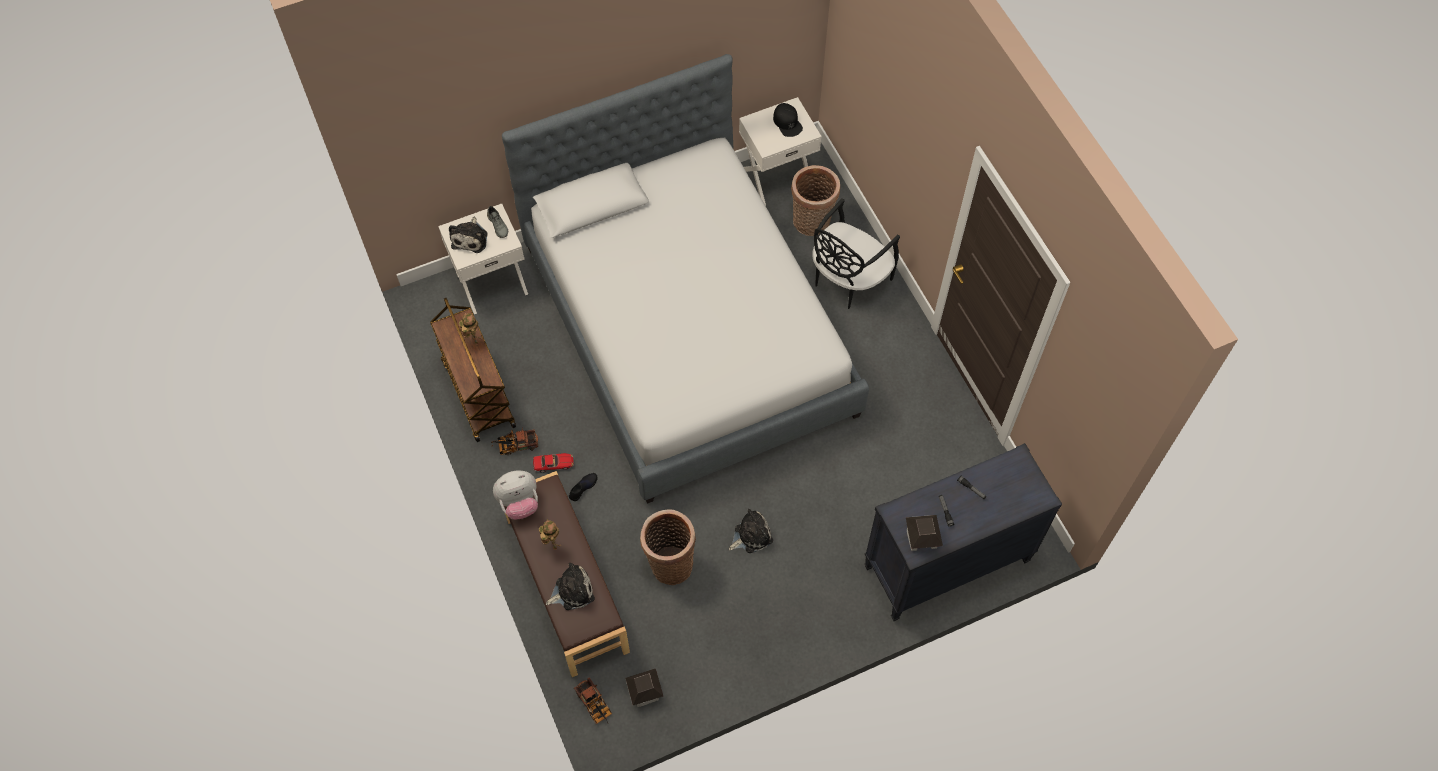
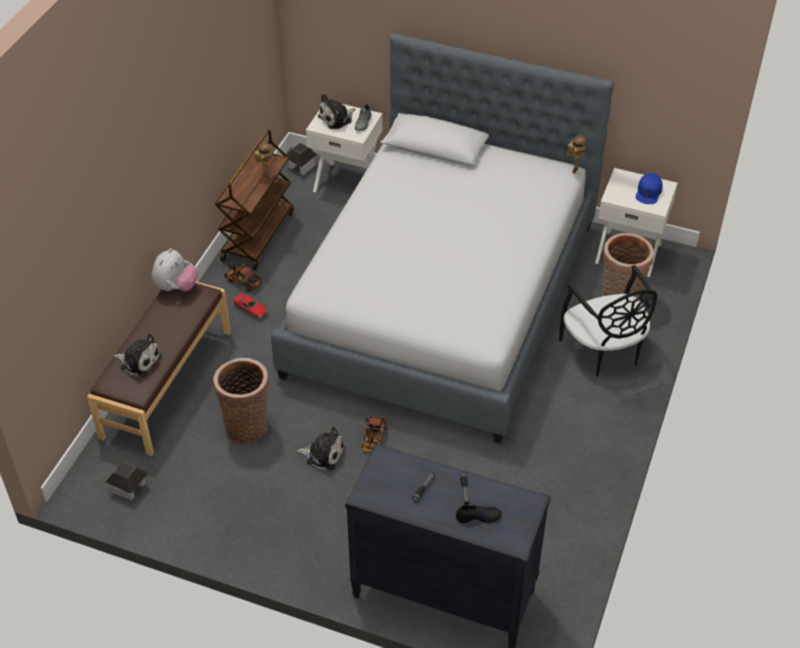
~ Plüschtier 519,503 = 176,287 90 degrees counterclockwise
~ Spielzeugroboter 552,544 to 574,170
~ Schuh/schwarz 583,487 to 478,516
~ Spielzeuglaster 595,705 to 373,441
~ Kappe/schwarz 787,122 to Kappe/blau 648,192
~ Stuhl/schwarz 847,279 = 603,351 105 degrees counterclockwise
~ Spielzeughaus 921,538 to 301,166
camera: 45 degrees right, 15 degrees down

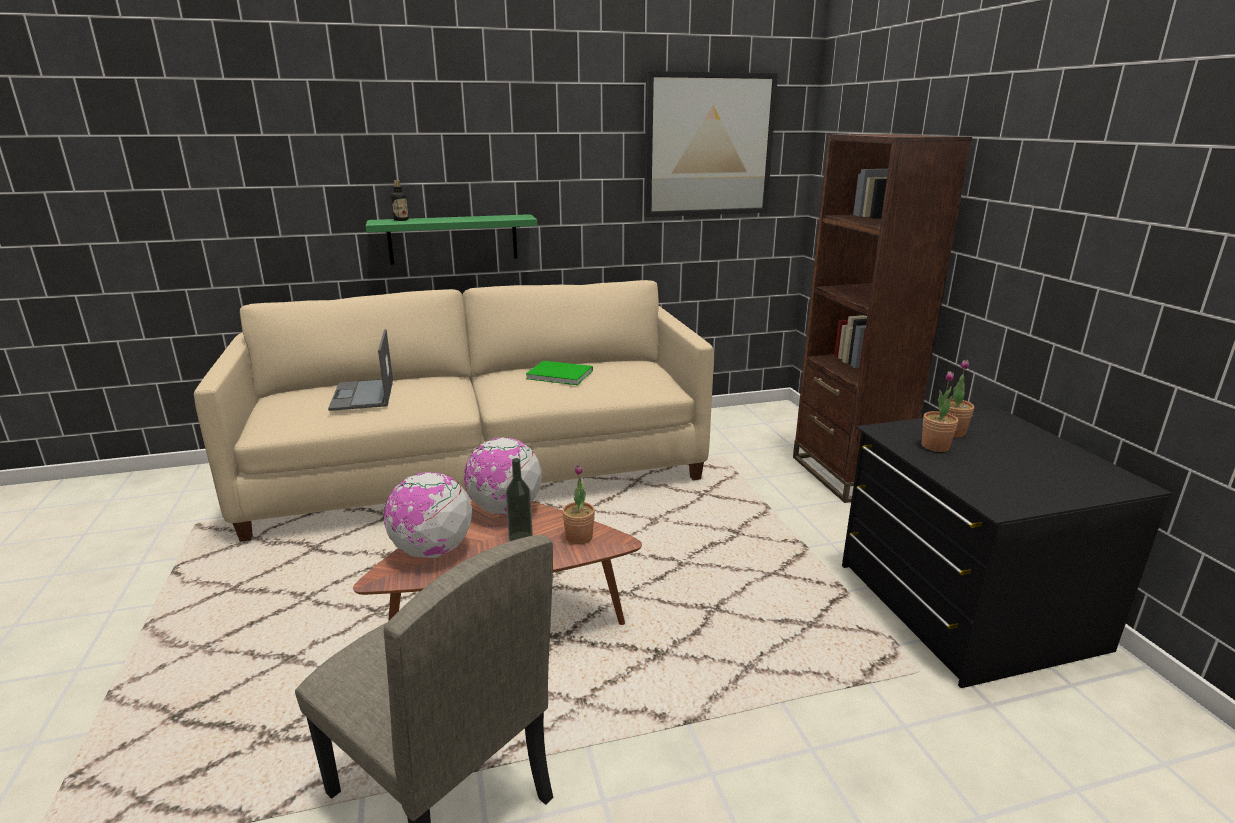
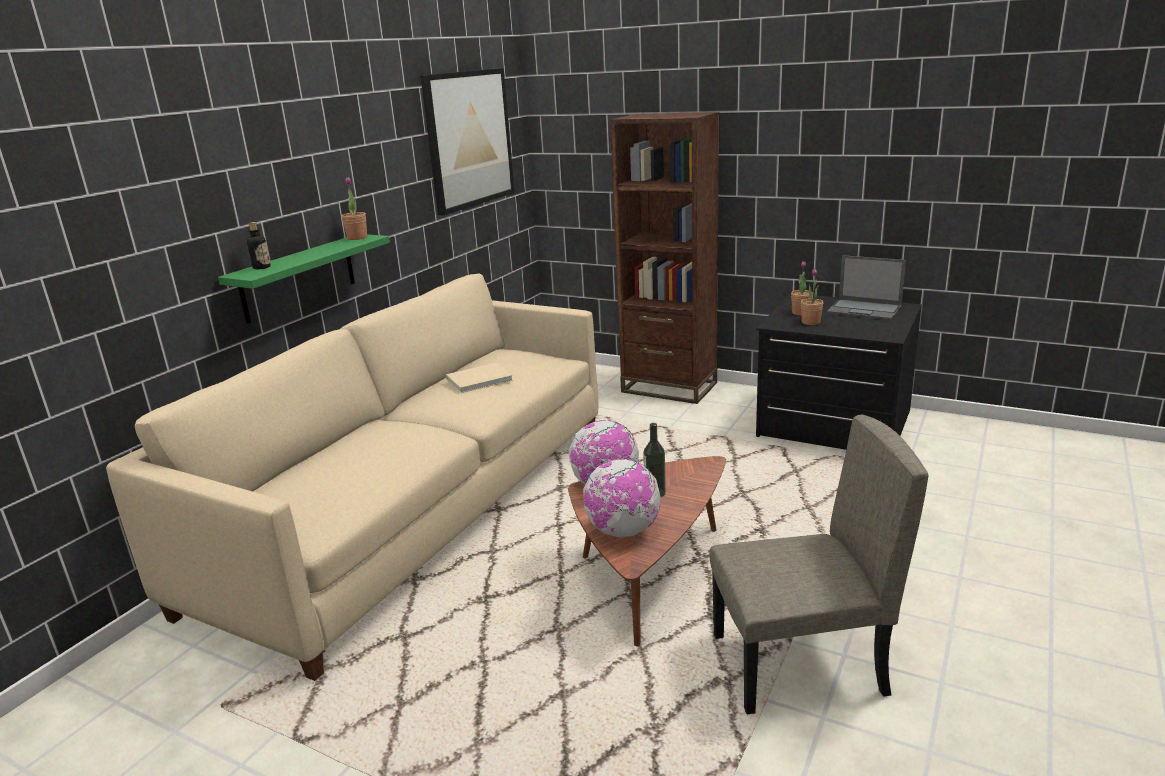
~ Laptop 363,395 to 865,310
~ Buch/grün 558,374 to Buch/beige 477,379
~ Topfpflanze 579,537 to 357,238
camera: 45 degrees left, 0 degrees up

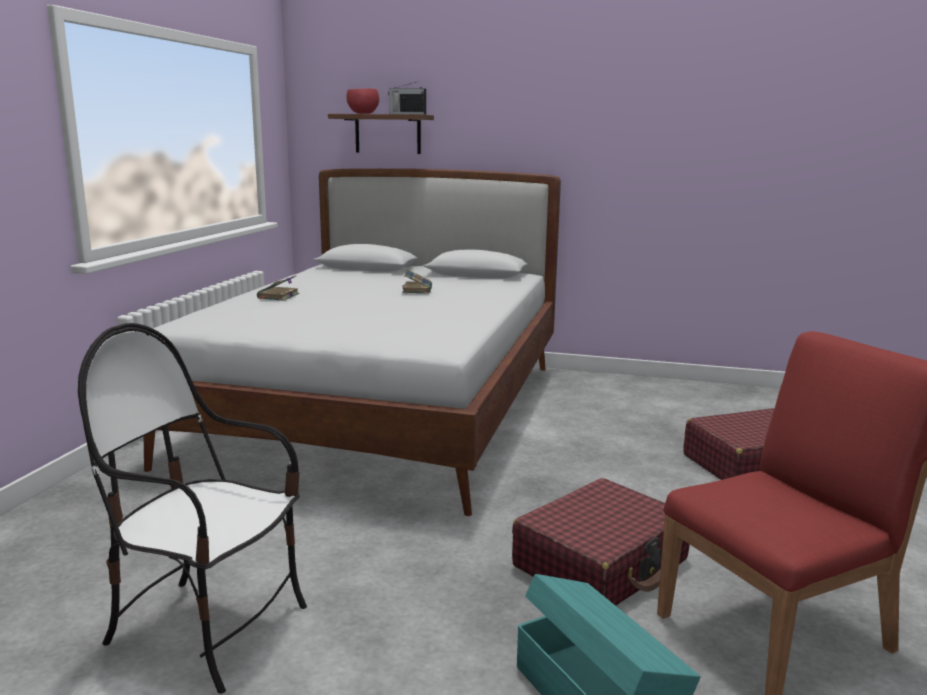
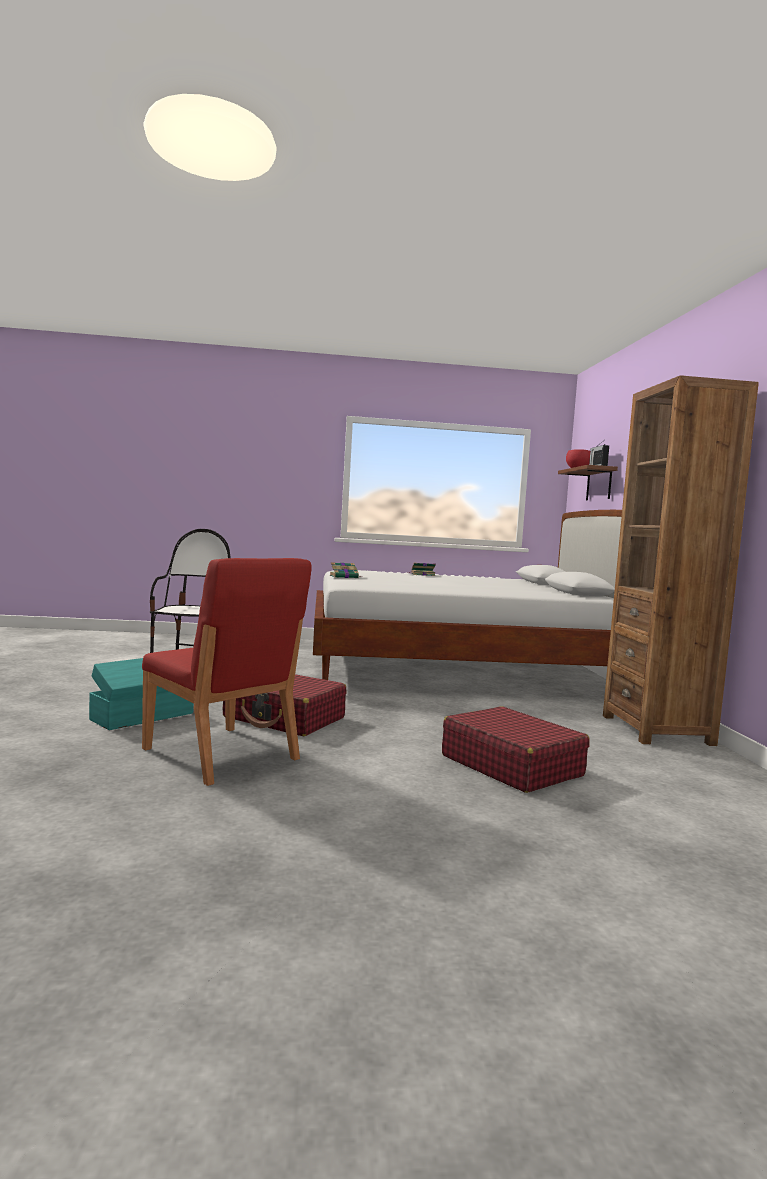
~ Buch 417,290 to 344,577
+ Bücherregal/braun 657,730
camera: 70 degrees right, 10 degrees down

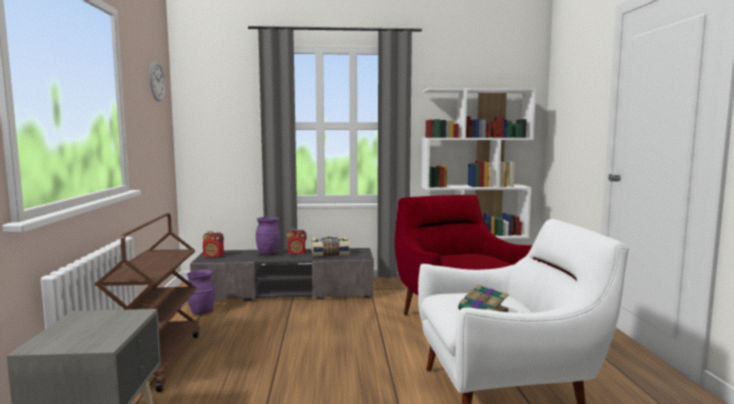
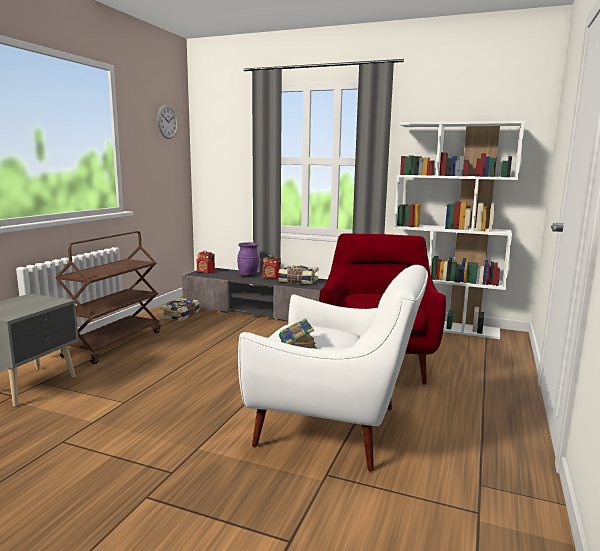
~ Vase/lila 201,312 to Buch 181,316
camera: 25 degrees right, 5 degrees up

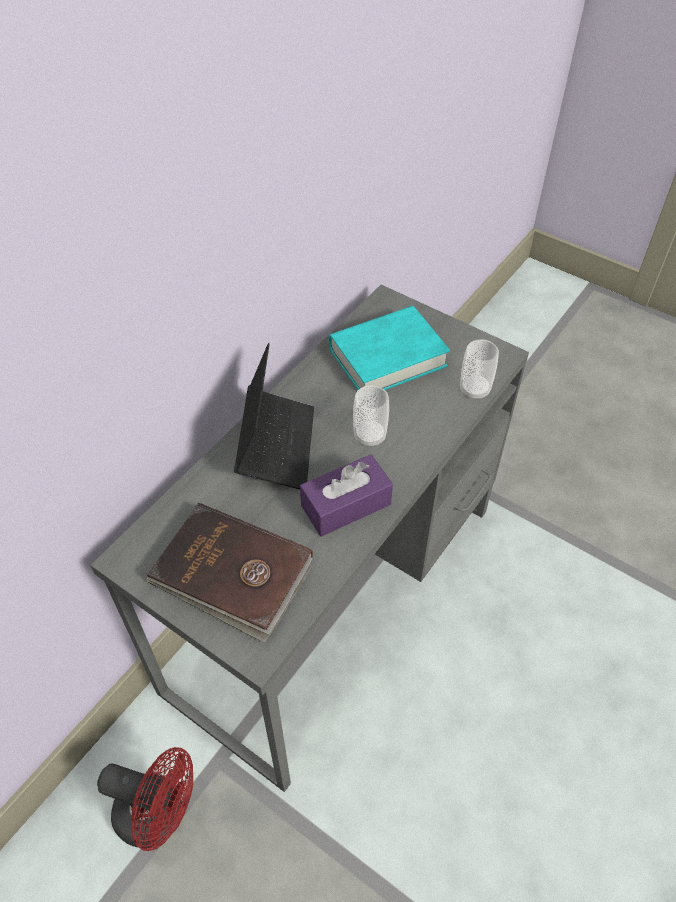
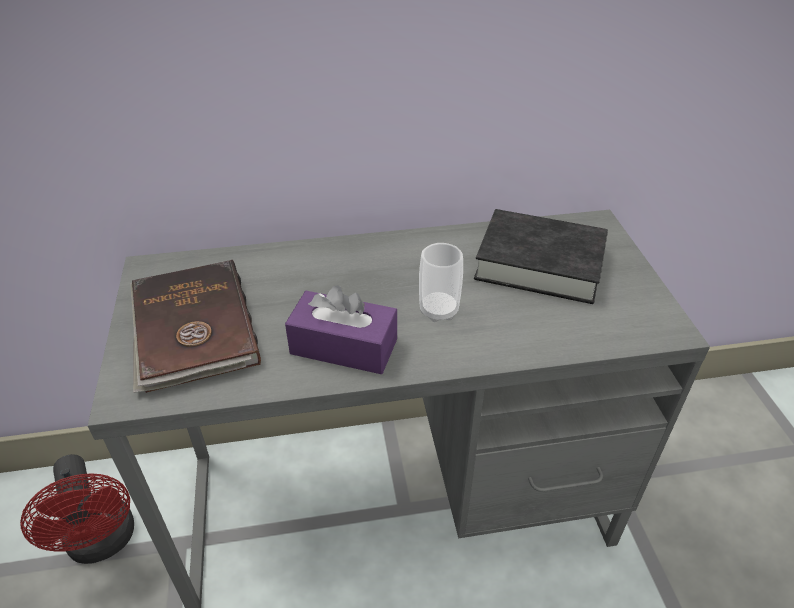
- Laptop 276,445
~ Buch/türkis 387,357 to Buch/schwarz 540,263
- Tasse 474,390
camera: 45 degrees right, 10 degrees down

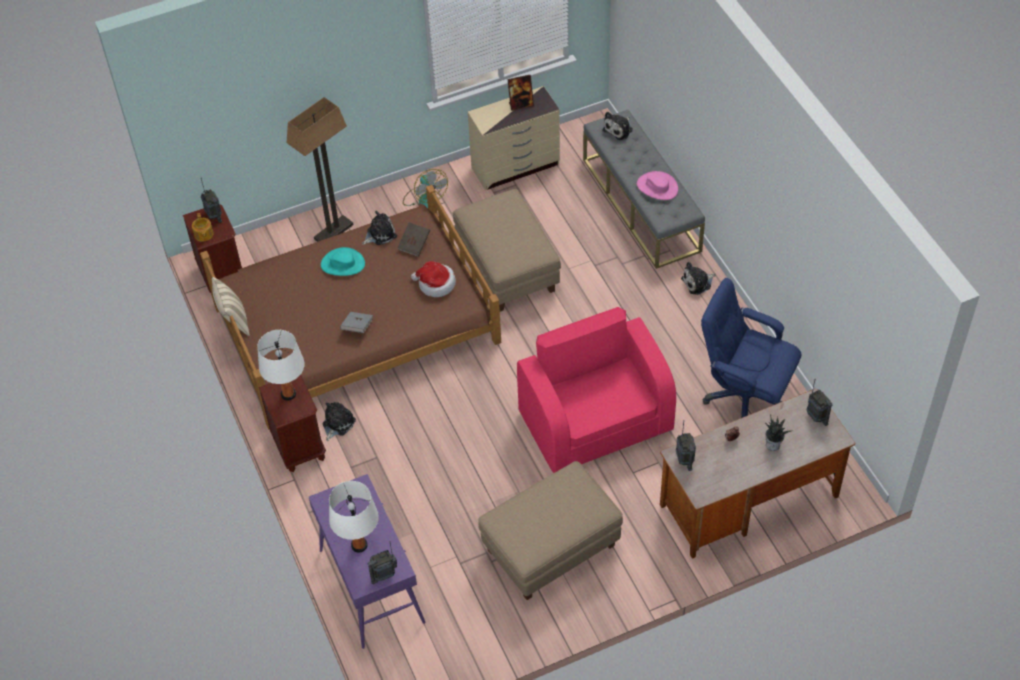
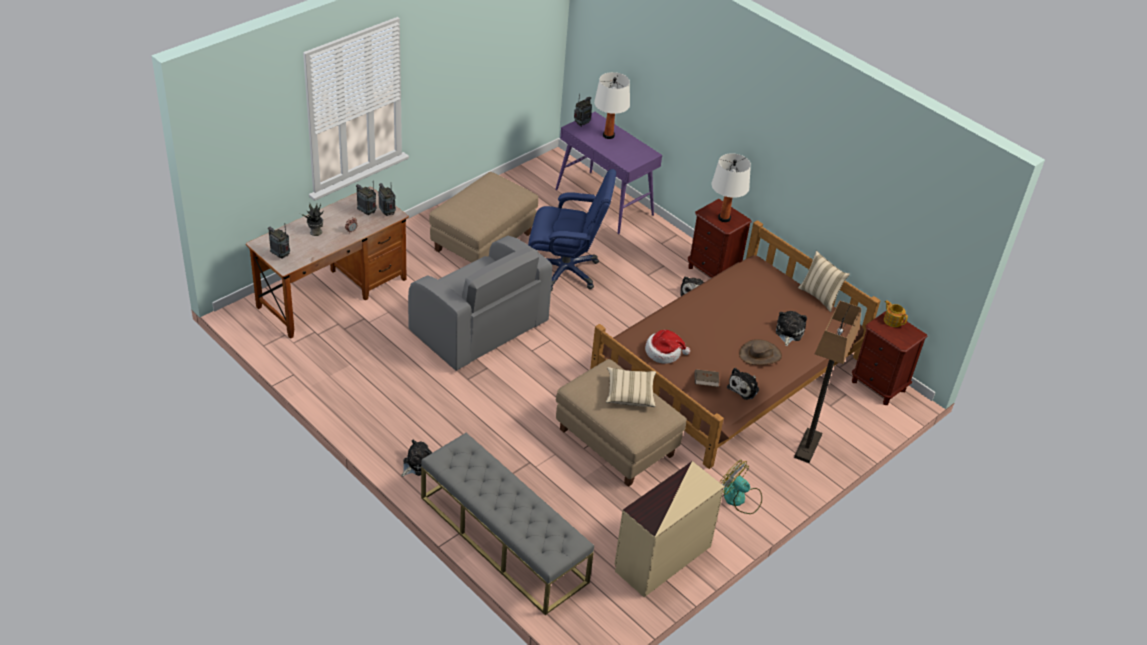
~ Radio 214,216 to 367,212
~ Hut/türkis 343,264 to Hut/braun 760,355
- Buch/grau 357,327
- Bilderrahmen 521,104
~ Sessel/rosa 596,420 to Sessel/grau 478,328
~ Plüschtier 619,129 to 788,332
- Hut/rosa 657,187
~ Bürostuhl/blau 744,396 to 566,271
+ Kissen/beige 630,394
camera: 155 degrees right, 10 degrees down

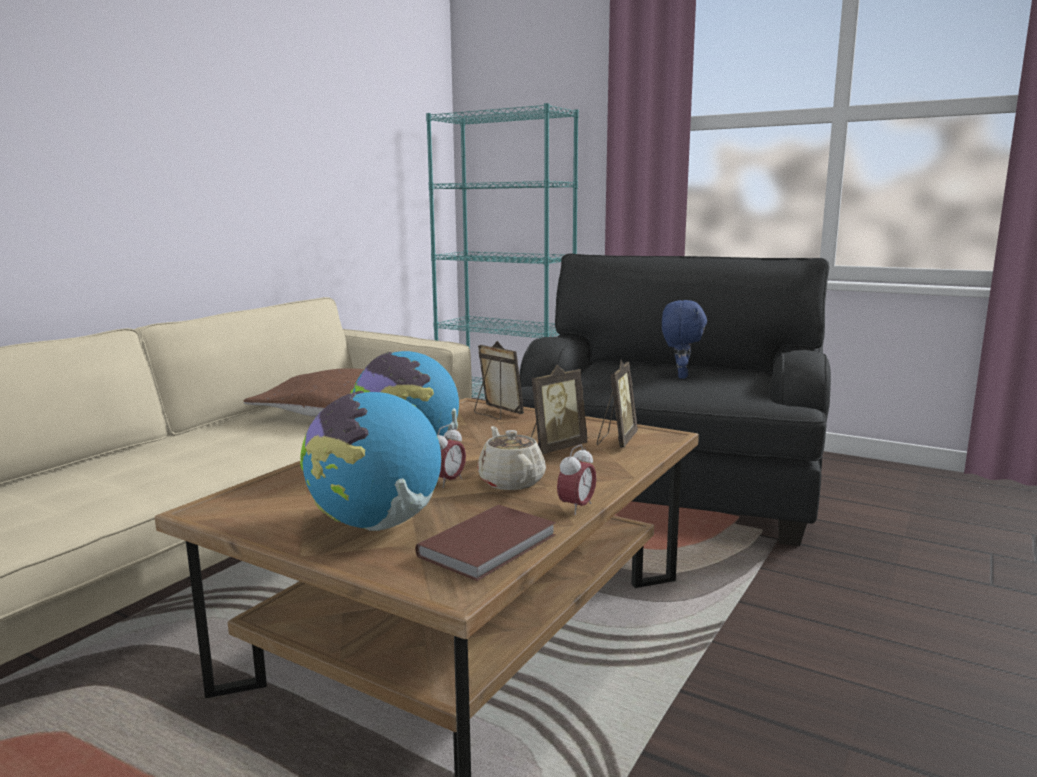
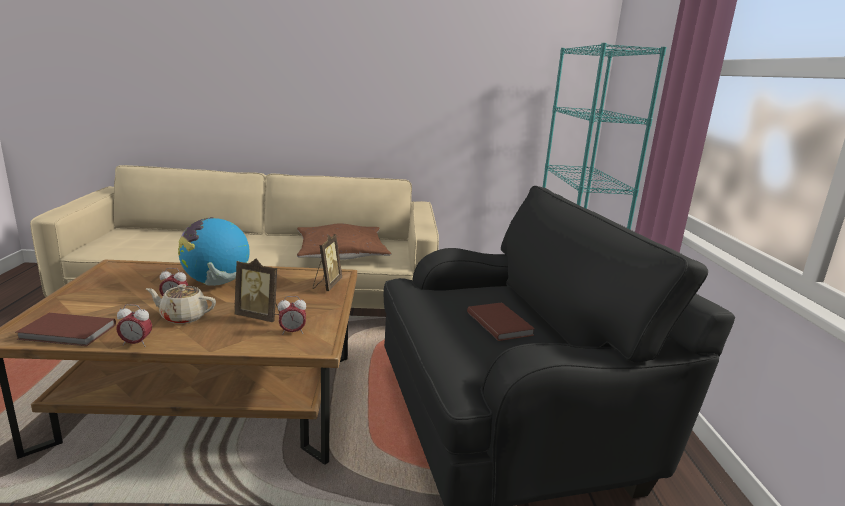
- Globus 376,524
~ Teekanne/beige 511,481 = 183,317 120 degrees counterclockwise
~ Bilderrahmen 616,441 to Wecker 292,332
~ Plüschtier/blau 680,376 to Buch/braun 500,323
camera: 55 degrees right, 5 degrees up

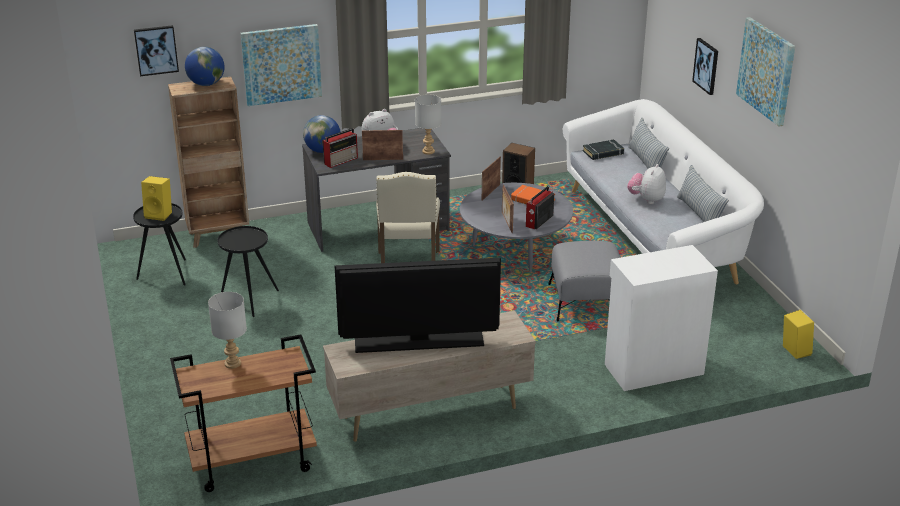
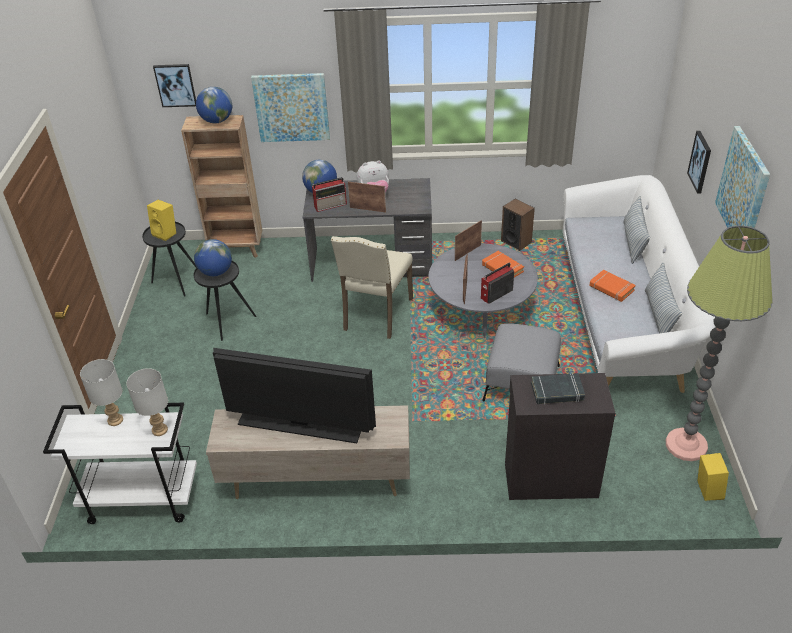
~ Rollwagen/braun 251,462 to Rollwagen/weiß 141,500
~ Tischlampe/grau 428,152 to 159,430
~ Buch/schwarz 603,153 to 557,392
~ Schrank/weiß 652,368 to Schrank/schwarz 549,478
~ Plüschtier 646,200 to Buch/orange 611,288
+ Globus 216,272
+ Stehlampe 686,445
camera: 20 degrees right, 10 degrees up

